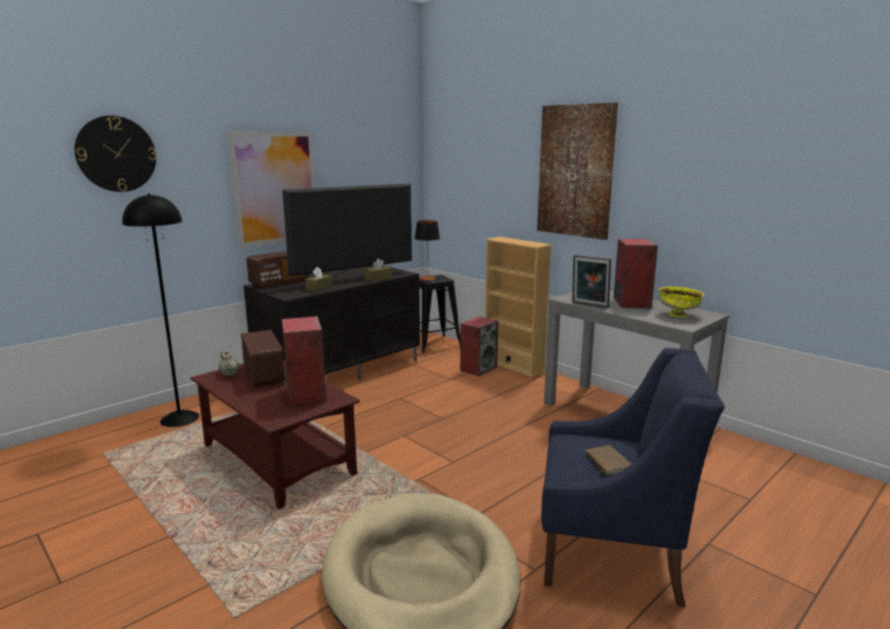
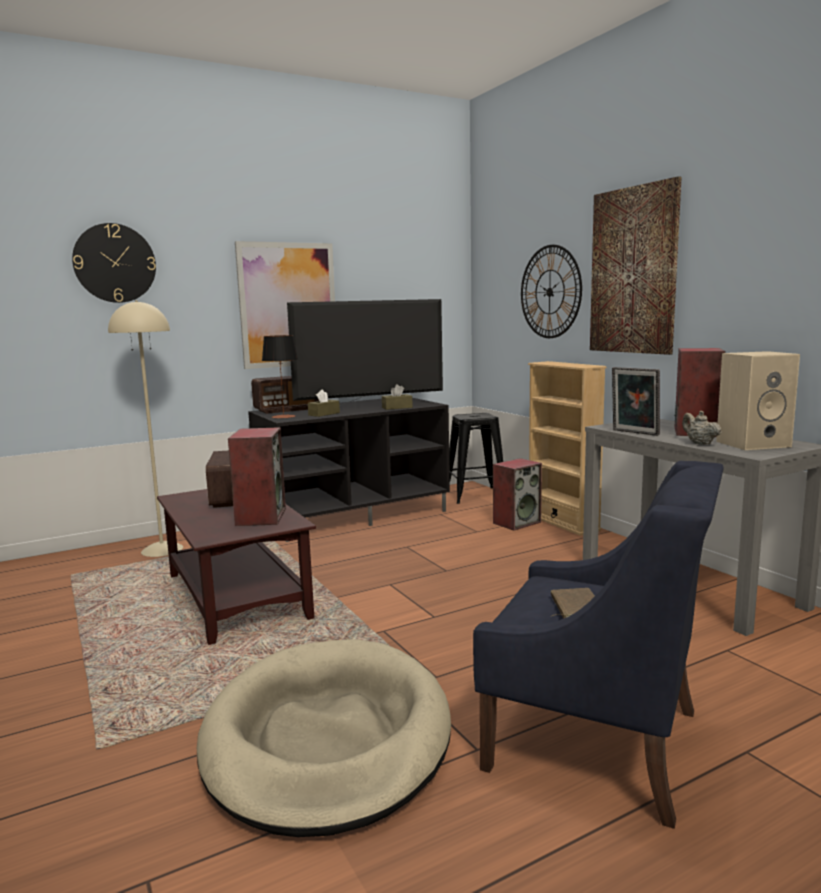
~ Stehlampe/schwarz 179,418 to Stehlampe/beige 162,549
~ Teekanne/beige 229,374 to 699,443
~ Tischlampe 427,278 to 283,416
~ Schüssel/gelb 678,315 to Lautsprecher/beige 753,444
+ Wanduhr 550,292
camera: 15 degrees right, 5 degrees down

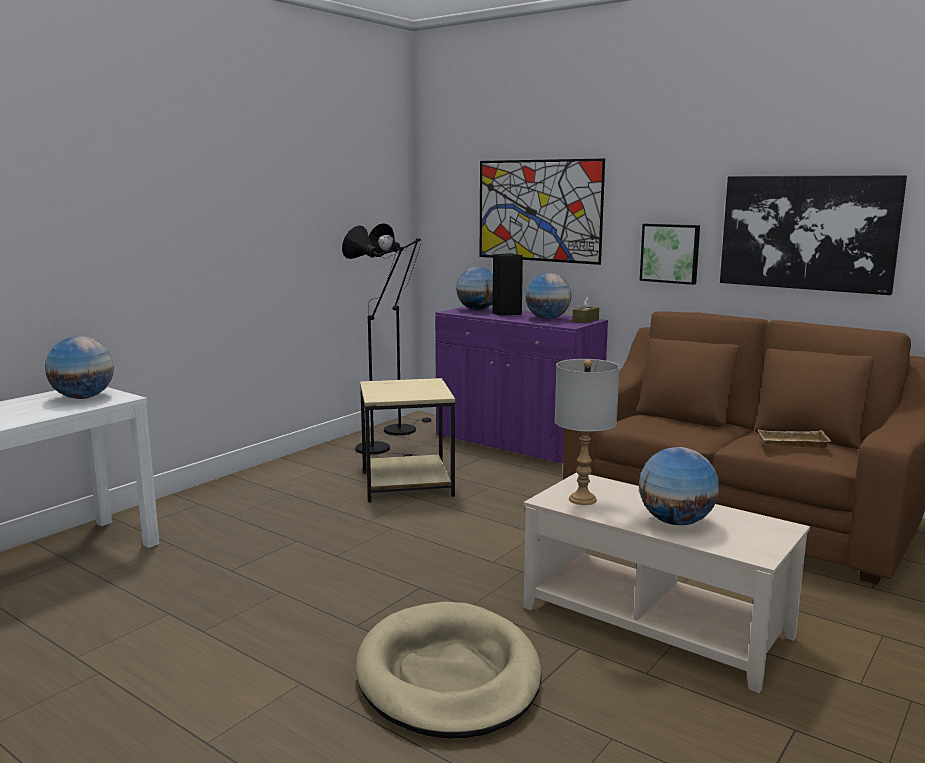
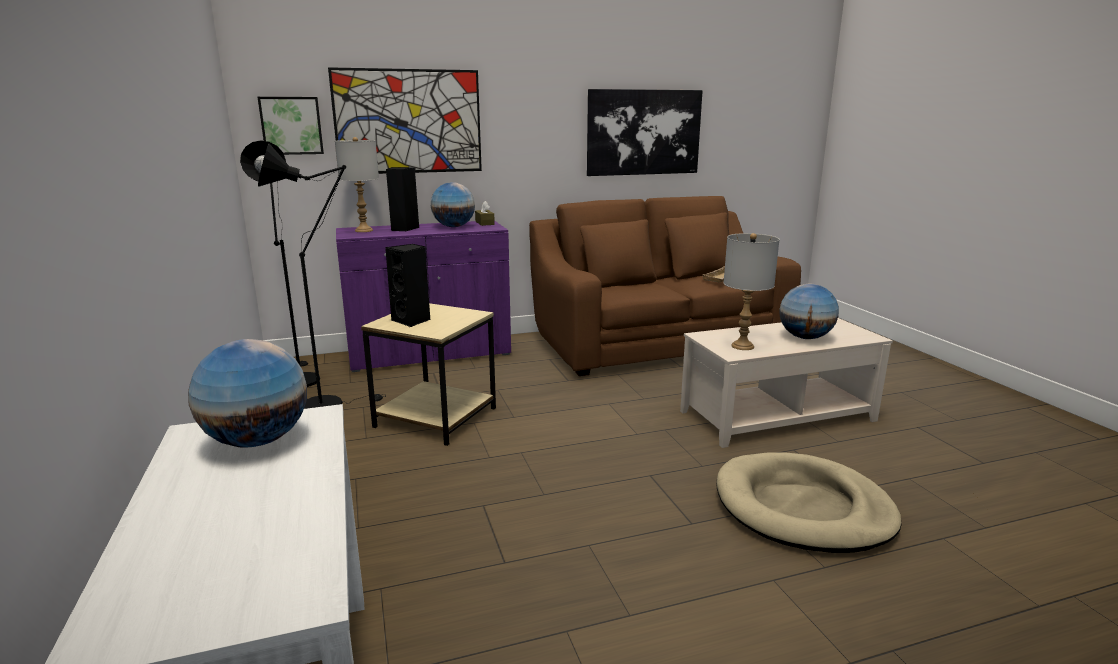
~ Globus 477,310 to Tischlampe/grau 364,230
~ Bild 670,253 to 291,125
+ Lautsprecher/schwarz 412,321
camera: 55 degrees left, 5 degrees up

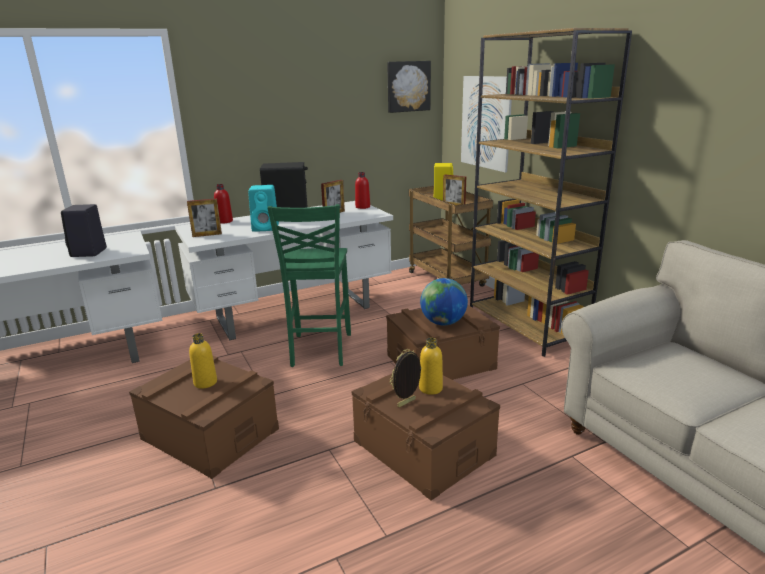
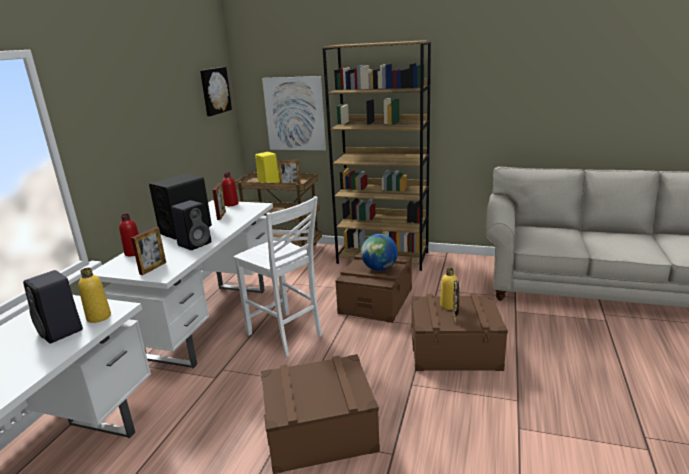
~ Flasche/gelb 205,382 to 99,317
~ Lautsprecher/türkis 266,228 to Lautsprecher/schwarz 195,244
~ Stuhl/grün 319,350 to Stuhl/weiß 286,335
camera: 45 degrees left, 0 degrees up

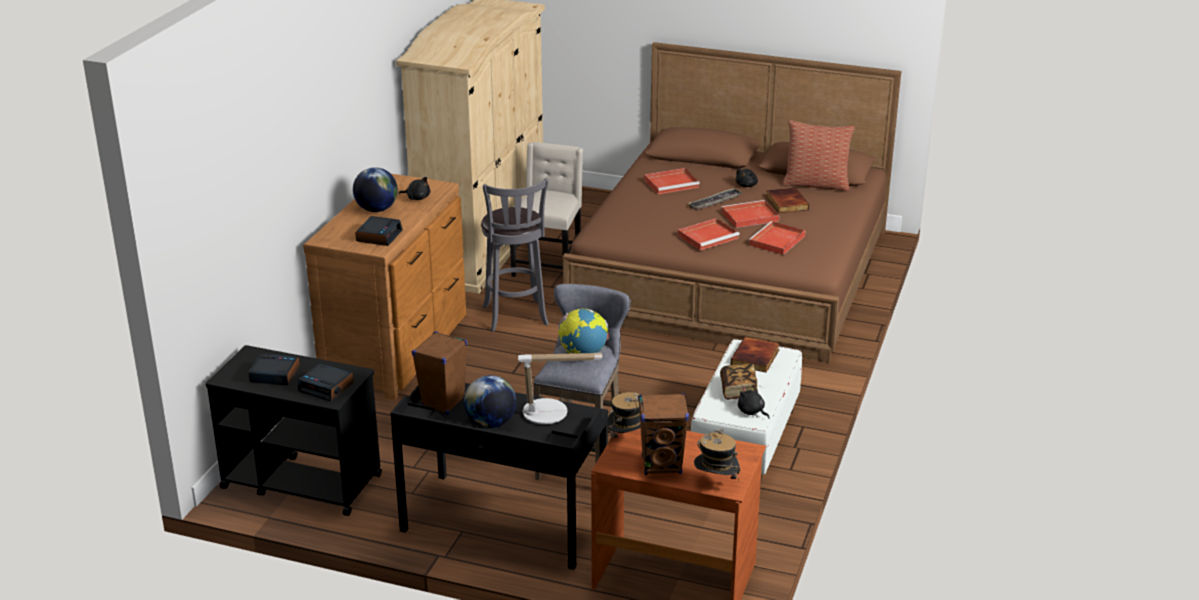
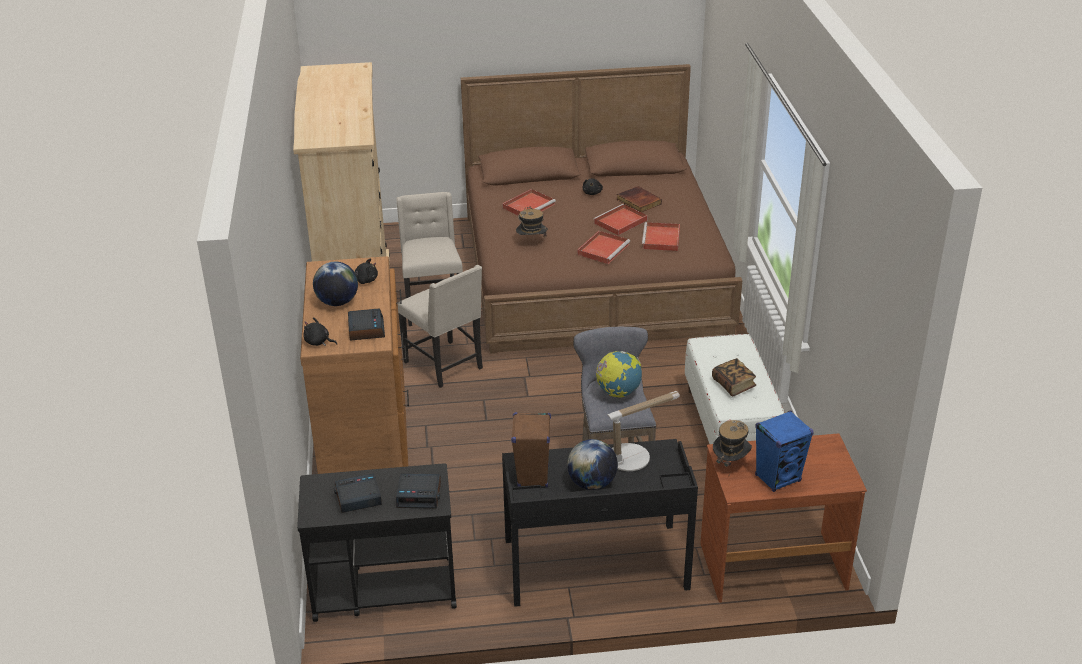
~ Hocker/grau 516,317 to Stuhl/beige 445,365
~ Lautsprecher/braun 662,465 to Lautsprecher/blau 778,478
- Tablett 715,202
~ Hut 716,482 to 531,243
- Buch 756,358
~ Plüschtier/schwarz 752,412 to 318,342
- Kissen 816,184
camera: 25 degrees left, 5 degrees up

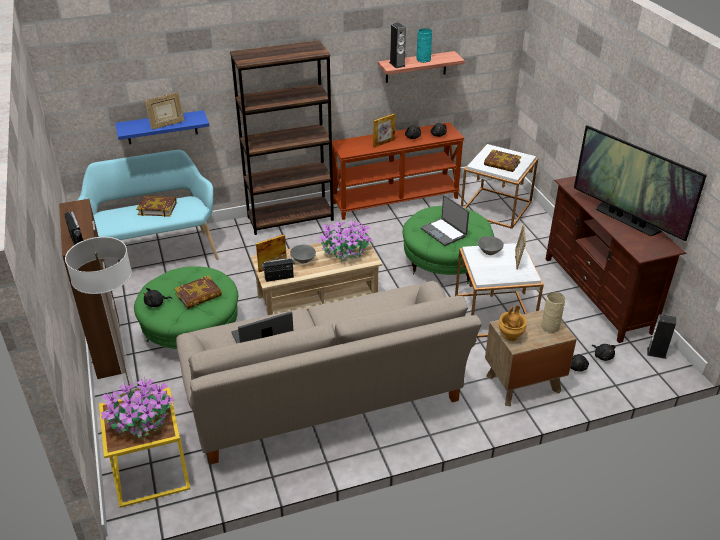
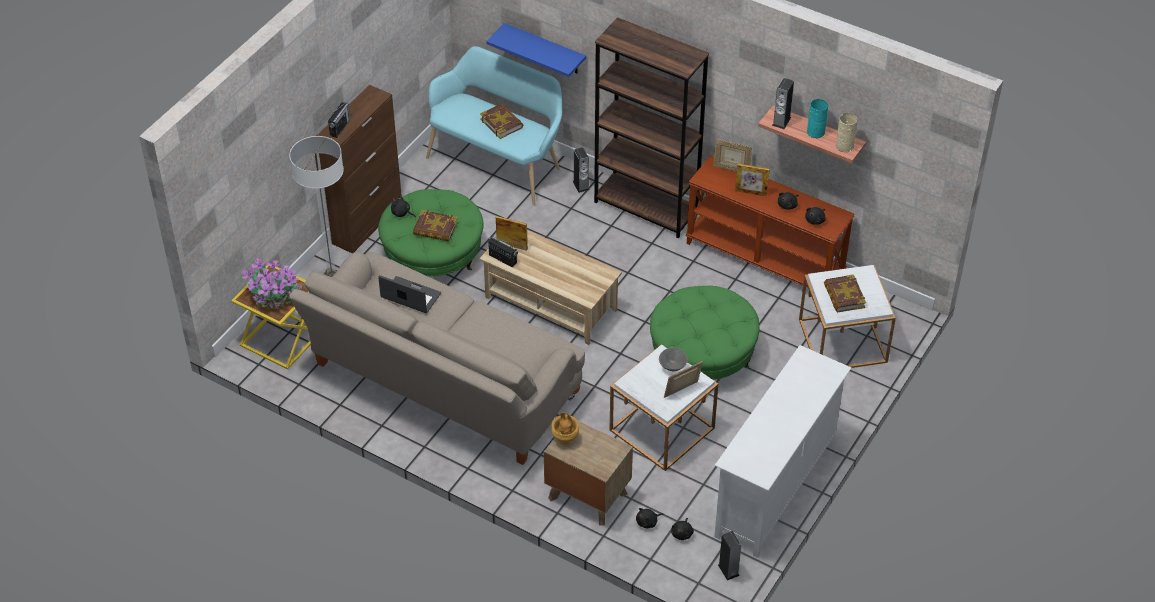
~ Bilderrahmen 167,125 to 731,169
- Schüssel/grau 303,260
- Topfpflanze 346,253
- Laptop 444,232
~ Vase/beige 550,326 to 845,146
~ Fernsehschrank/braun 597,294 to Fernsehschrank/weiß 776,489
- Fernseher 626,220
+ Lautsprecher 581,185
camera: 50 degrees right, 10 degrees up

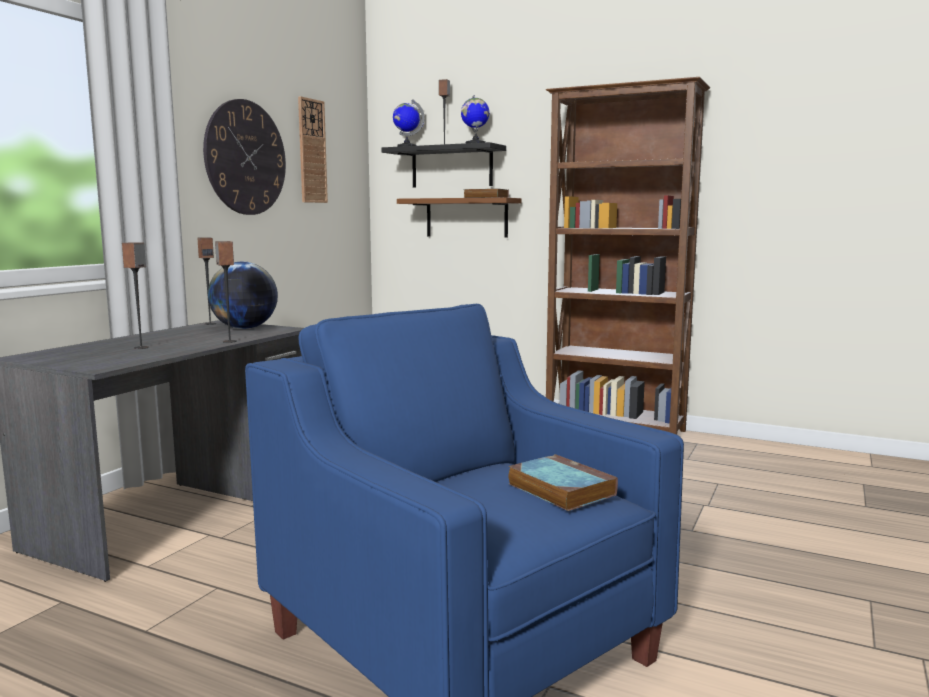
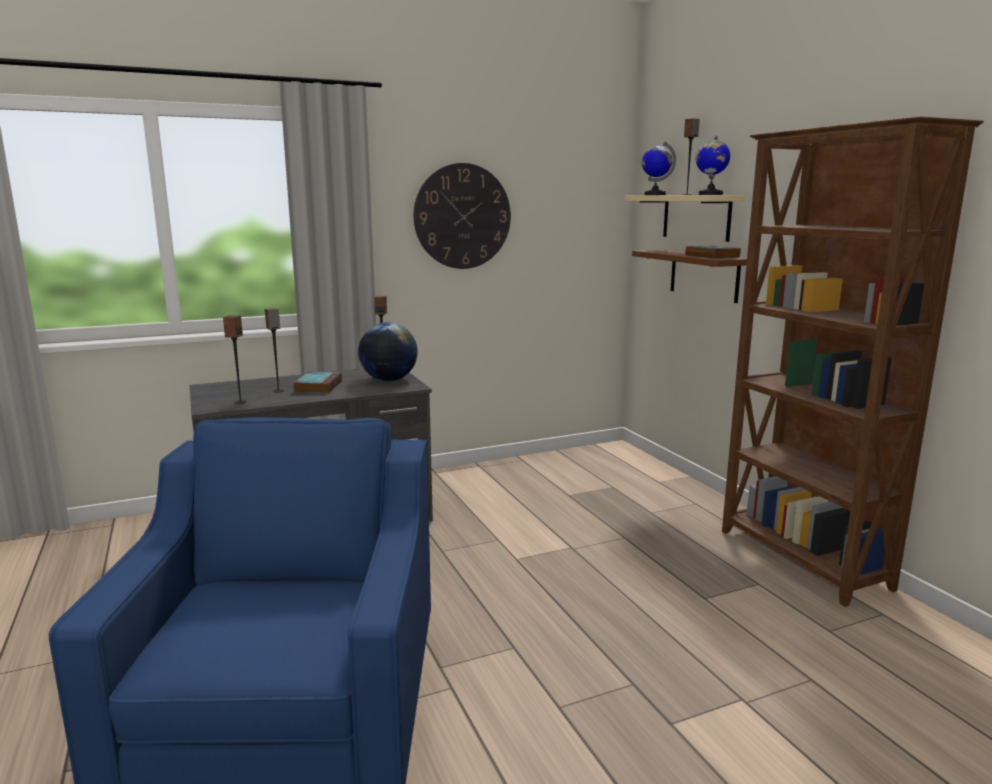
~ Lautsprecher 229,341 to 240,402
- Wanduhr 312,151
~ Wandregal/schwarz 451,167 to Wandregal/beige 696,217
~ Buch 559,489 to 318,386
camera: 40 degrees right, 5 degrees up

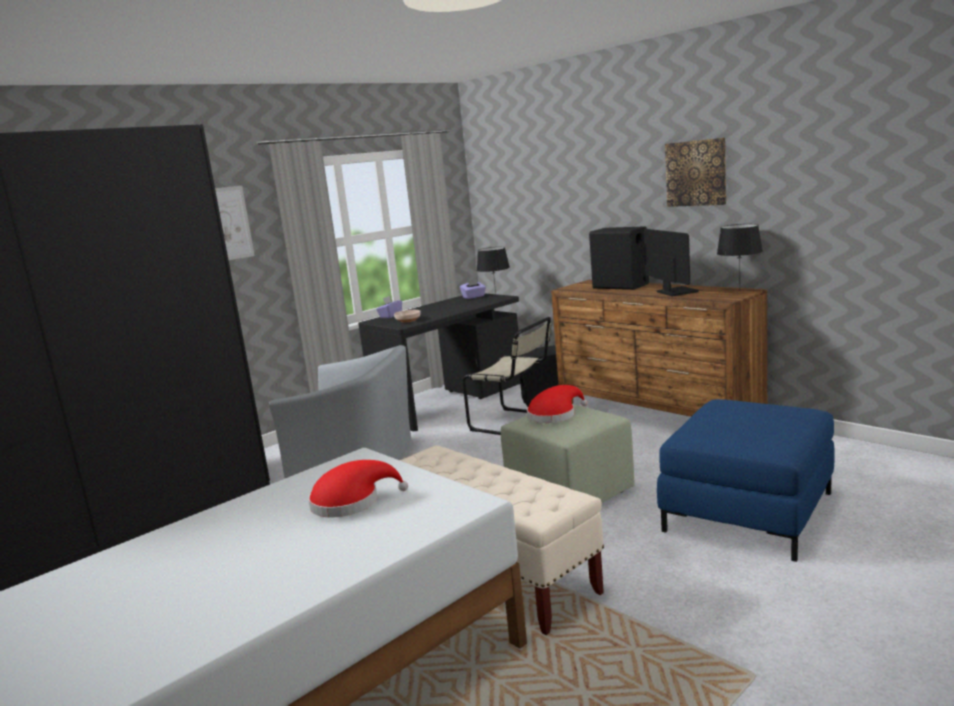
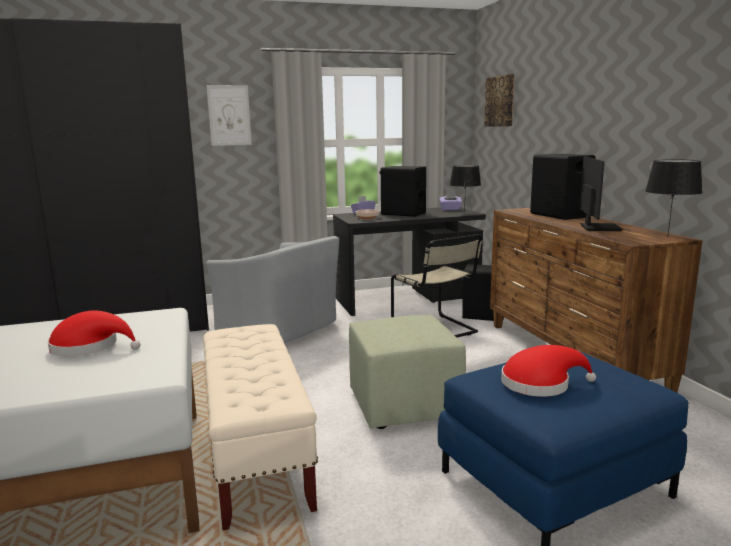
~ Hut/rot 554,415 to 540,383
~ Bild 696,173 to 500,101
+ Lautsprecher/schwarz 403,214
camera: 25 degrees right, 0 degrees up

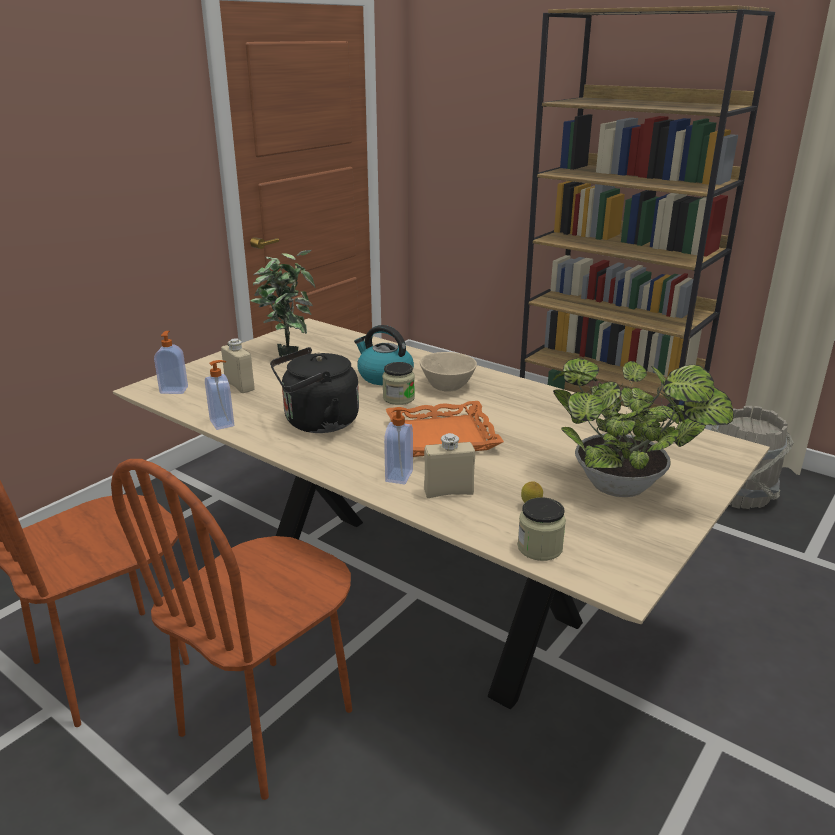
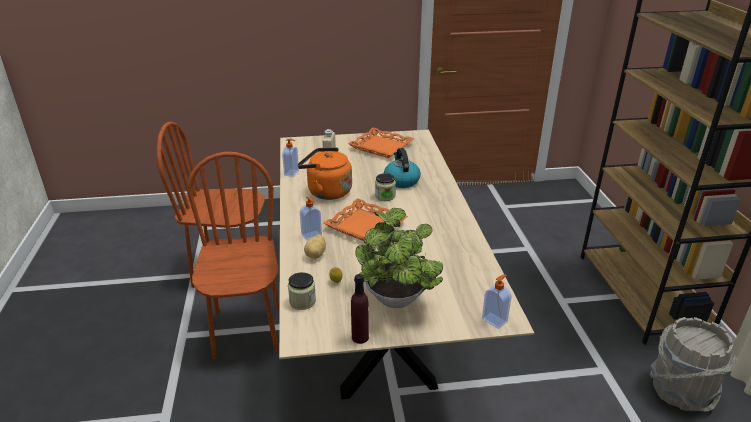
~ Stuhl/braun 267,723 = 246,331 90 degrees clockwise
~ Seifenspender 174,390 to 495,320
~ Topfpflanze 288,352 to Tablett/orange 381,146
~ Wasserkessel/schwarz 317,423 to Wasserkessel/orange 326,191
- Schüssel/beige 447,387
~ Flasche/beige 448,492 to Kartoffel 316,254
+ Flasche/lila 360,337
camera: 45 degrees right, 5 degrees up

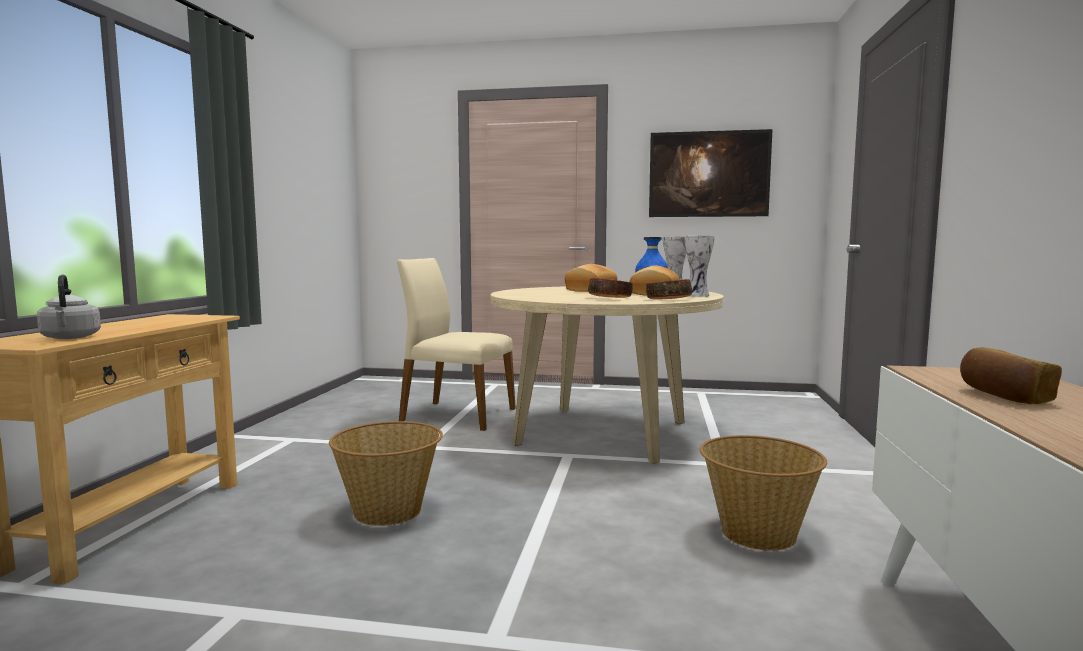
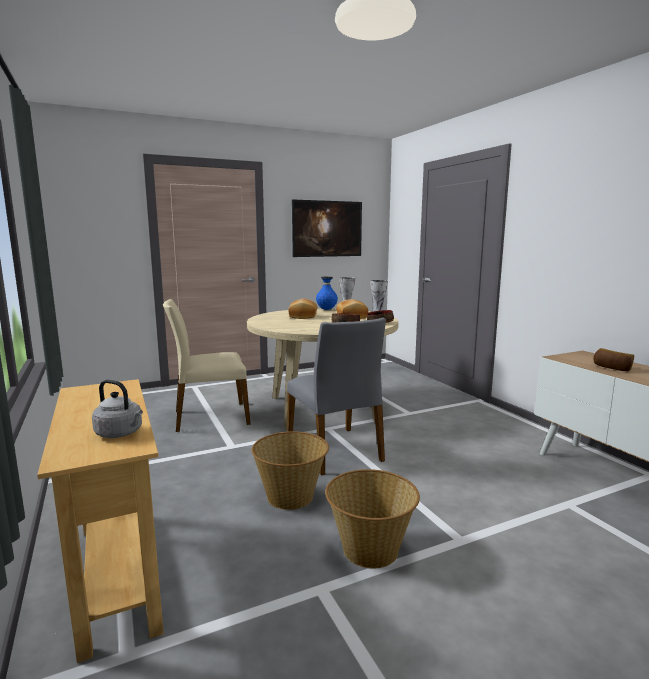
~ Korb 757,534 to 370,550
+ Stuhl/grau 335,450
camera: 35 degrees left, 5 degrees up

